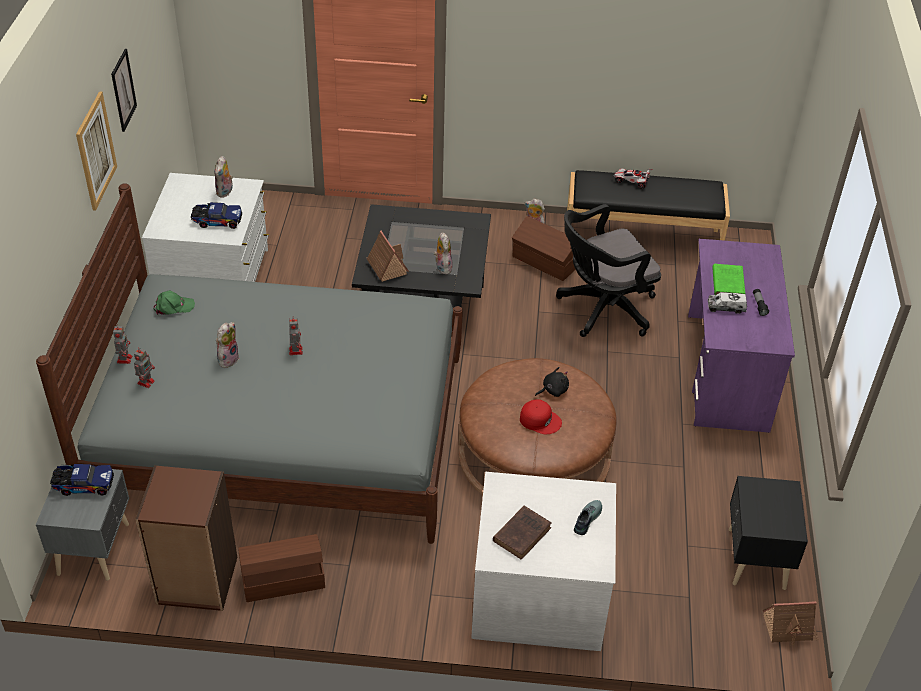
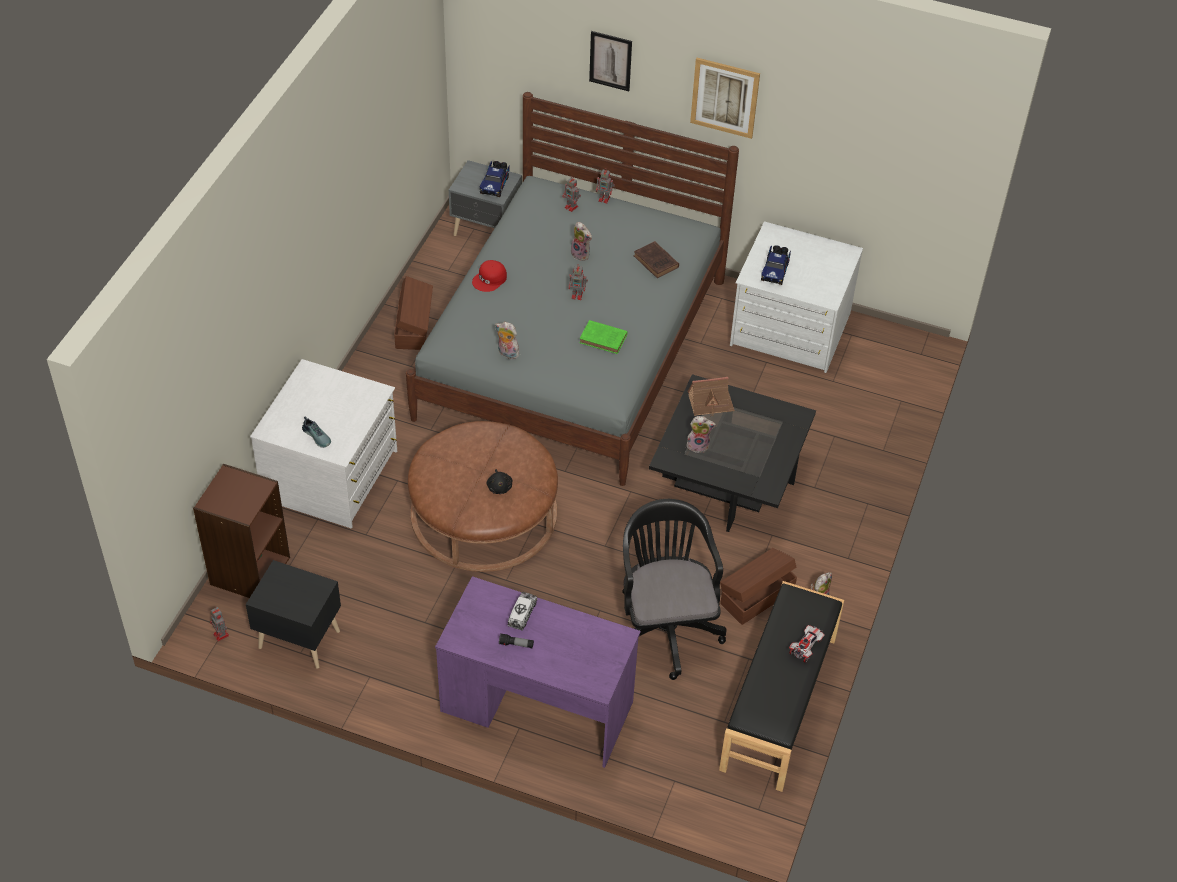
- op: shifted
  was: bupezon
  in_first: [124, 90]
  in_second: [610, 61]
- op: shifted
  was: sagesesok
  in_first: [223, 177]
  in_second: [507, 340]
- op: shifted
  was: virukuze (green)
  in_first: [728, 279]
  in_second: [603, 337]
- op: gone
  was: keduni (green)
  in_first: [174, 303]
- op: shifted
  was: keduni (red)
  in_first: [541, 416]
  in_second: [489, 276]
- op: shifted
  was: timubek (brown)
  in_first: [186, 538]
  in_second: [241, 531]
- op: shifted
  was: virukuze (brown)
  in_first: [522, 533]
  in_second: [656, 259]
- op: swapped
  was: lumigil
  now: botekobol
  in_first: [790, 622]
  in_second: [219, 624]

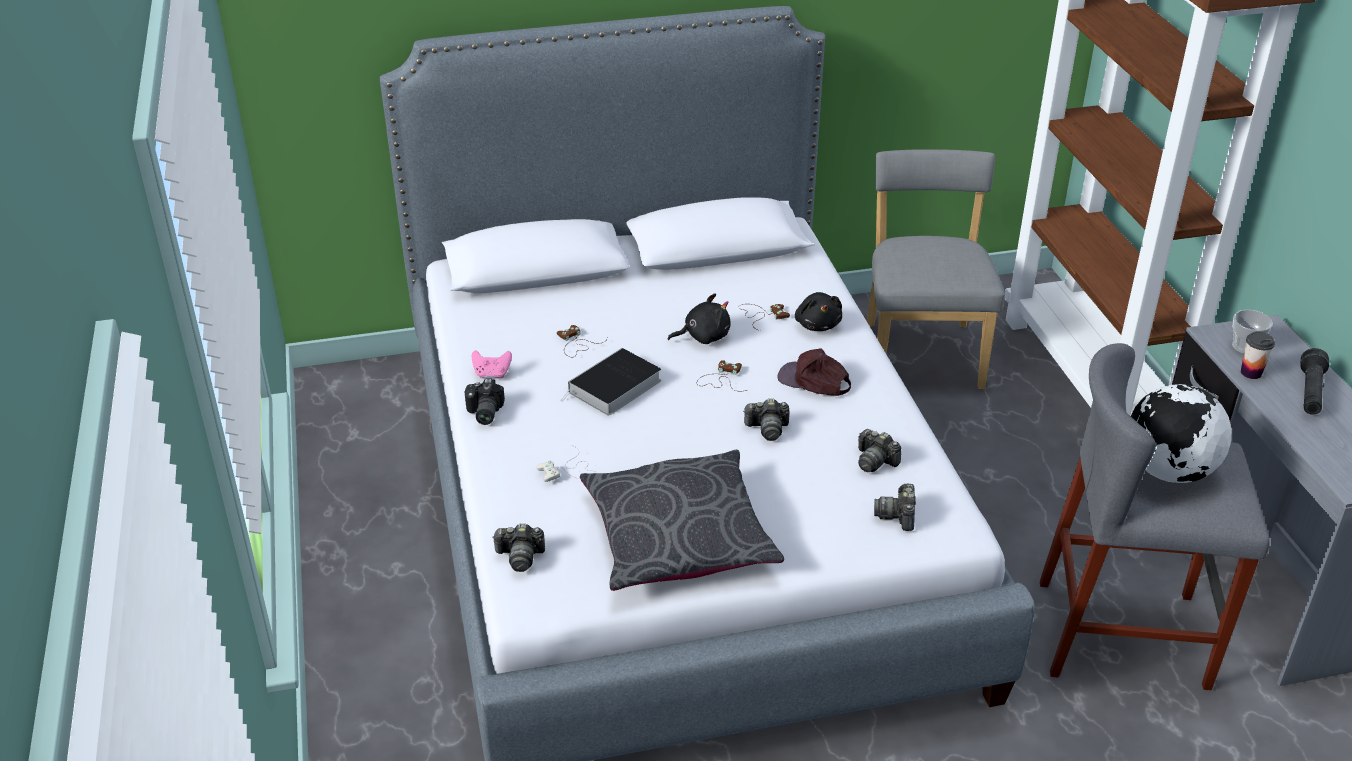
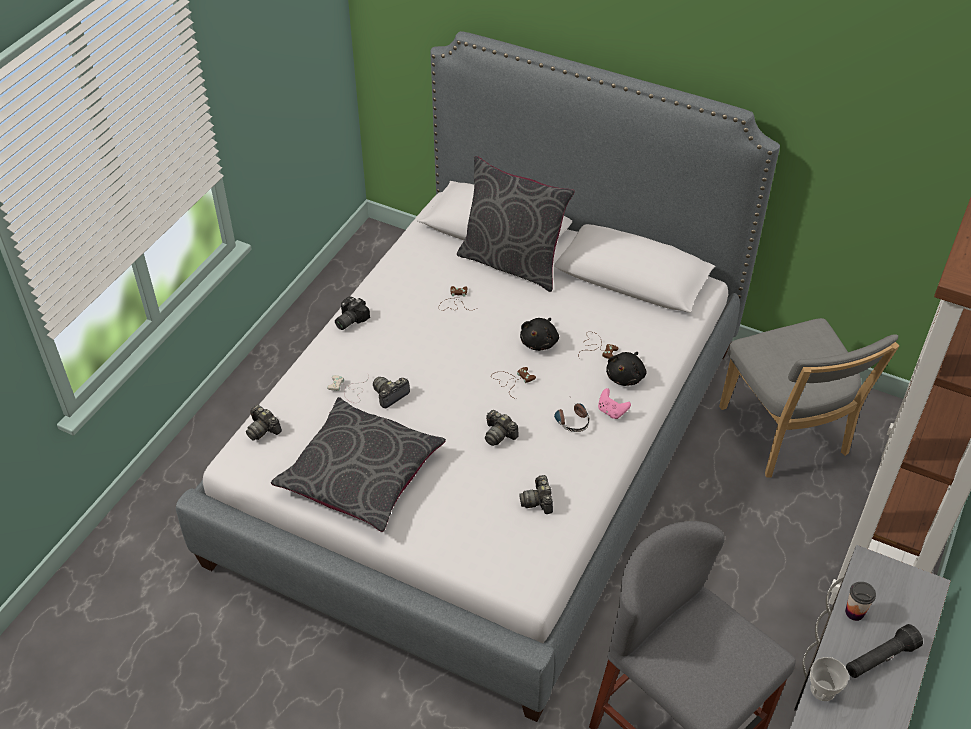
- op: rotated
  was: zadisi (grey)
  in_first: [935, 269]
  in_second: [809, 397]
  clockwise: 120
- op: rotated
  was: sagesesok (black)
  in_first: [699, 318]
  in_second: [539, 334]
  clockwise: 90
- op: shifted
  was: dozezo
  in_first: [1252, 332]
  in_second: [829, 679]
- op: gone
  was: virukuze
  in_first: [611, 382]
- op: swapped
  was: keduni (brown)
  now: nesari
  in_first: [814, 372]
  in_second: [572, 415]
- op: shifted
  was: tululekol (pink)
  in_first: [492, 364]
  in_second: [614, 403]
- op: gone
  was: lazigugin
  in_first: [1181, 433]
- op: shifted
  was: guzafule
  in_first: [895, 507]
  in_second: [391, 392]
- op: new
  now: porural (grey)
  in_second: [516, 224]

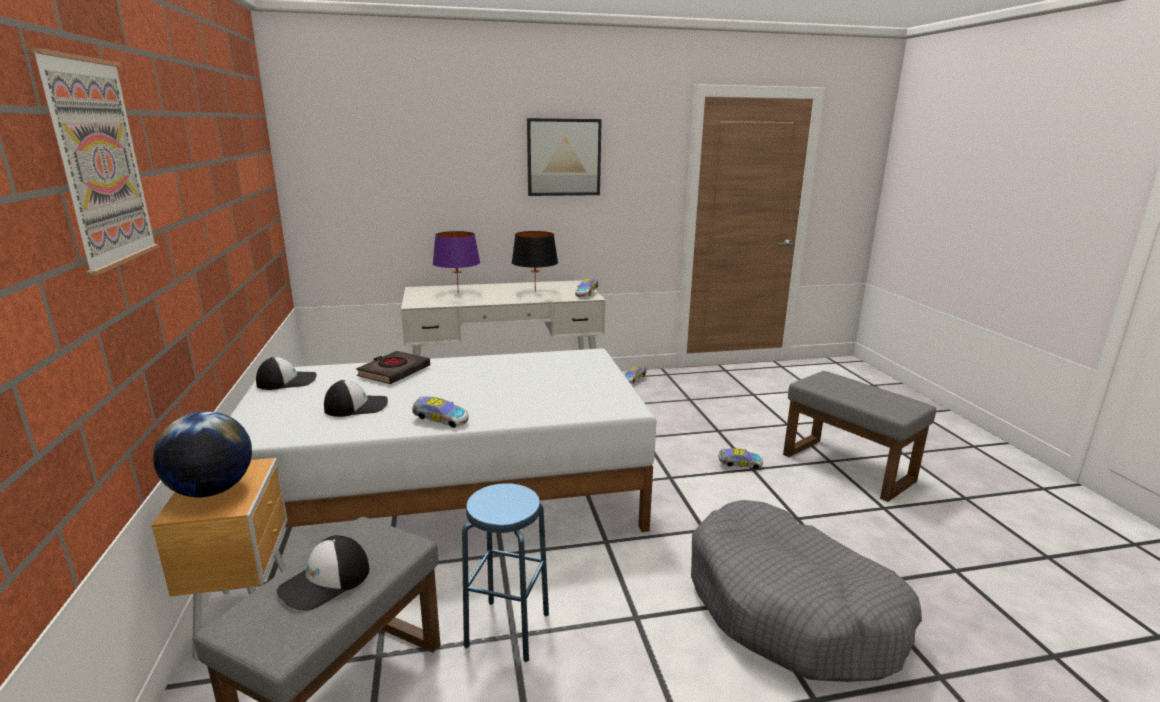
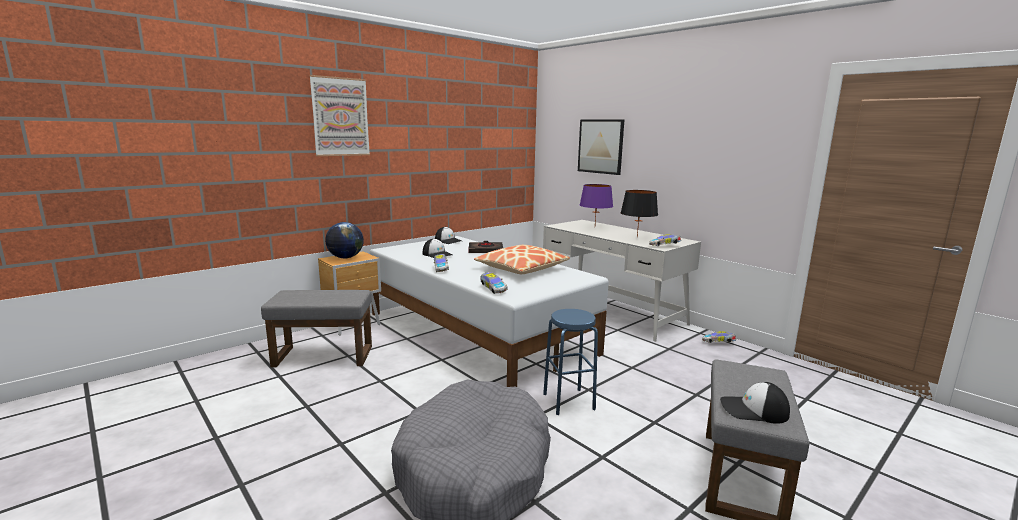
- op: shifted
  was: bupezon
  in_first: [564, 157]
  in_second: [601, 147]
- op: shifted
  was: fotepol
  in_first: [740, 458]
  in_second: [493, 283]
- op: shifted
  was: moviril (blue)
  in_first: [505, 572]
  in_second: [570, 362]
- op: shifted
  was: keduni
  in_first: [323, 572]
  in_second: [755, 403]
- op: new
  now: porural
  in_second: [522, 259]

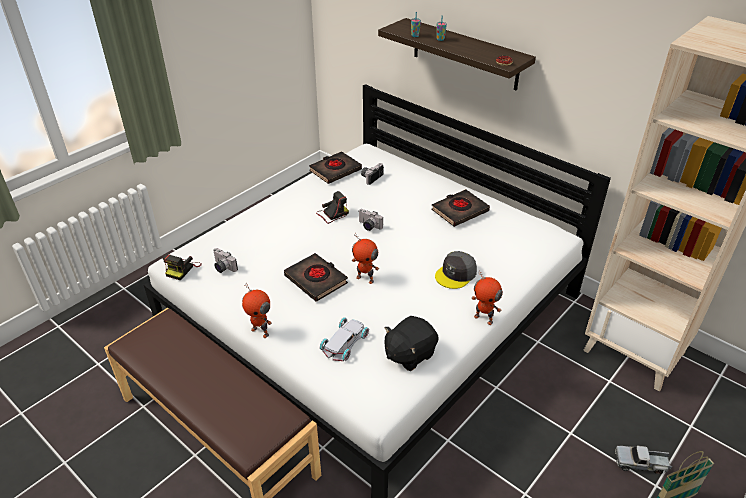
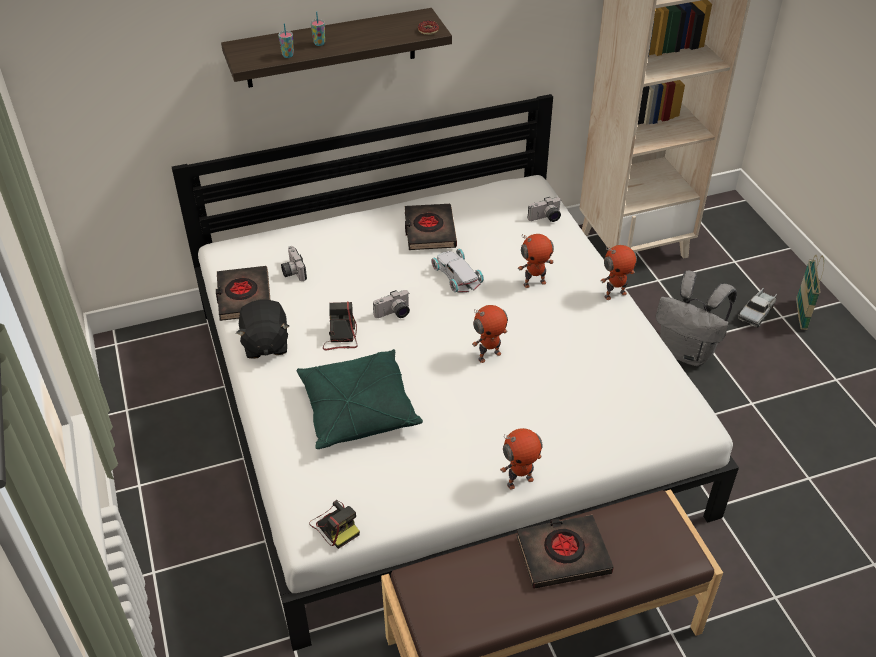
- op: shifted
  was: guzafule
  in_first: [225, 260]
  in_second: [544, 209]
- op: swapped
  was: keduni (grey)
  now: botekobol
  in_first: [456, 270]
  in_second: [536, 261]
- op: shifted
  was: virukuze (black)
  in_first: [316, 277]
  in_second: [565, 551]
- op: shifted
  was: sagesesok (black)
  in_first: [411, 343]
  in_second: [262, 329]
- op: shifted
  was: fotepol (white)
  in_first: [344, 339]
  in_second: [457, 270]
- op: new
  now: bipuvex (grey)
  in_second: [696, 318]
- op: new
  now: porural (green)
  in_second: [360, 399]

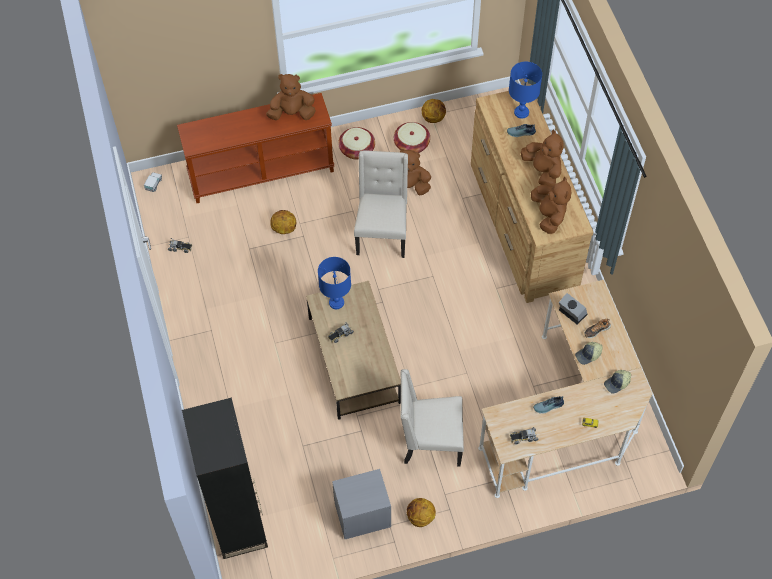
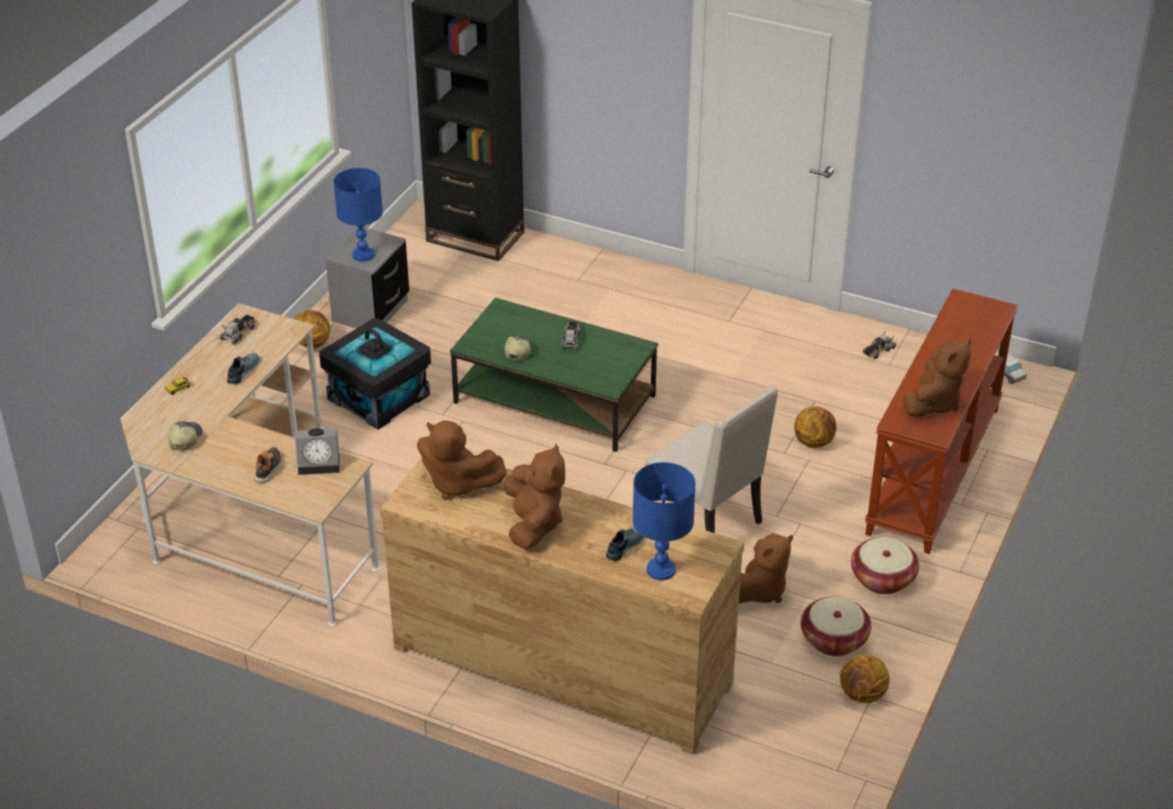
- op: rotated
  was: sagesesok (brown)
  in_first: [542, 158]
  in_second: [534, 496]
  clockwise: -105
- op: shifted
  was: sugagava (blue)
  in_first: [334, 283]
  in_second: [358, 215]
- op: repainted
  was: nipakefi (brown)
  now: nipakefi (green)
  in_first: [353, 350]
  in_second: [554, 375]
- op: shifted
  was: keduni
  in_first: [589, 353]
  in_second: [519, 348]
- op: swapped
  was: zadisi (beige)
  now: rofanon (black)
  in_first: [432, 418]
  in_second: [375, 374]

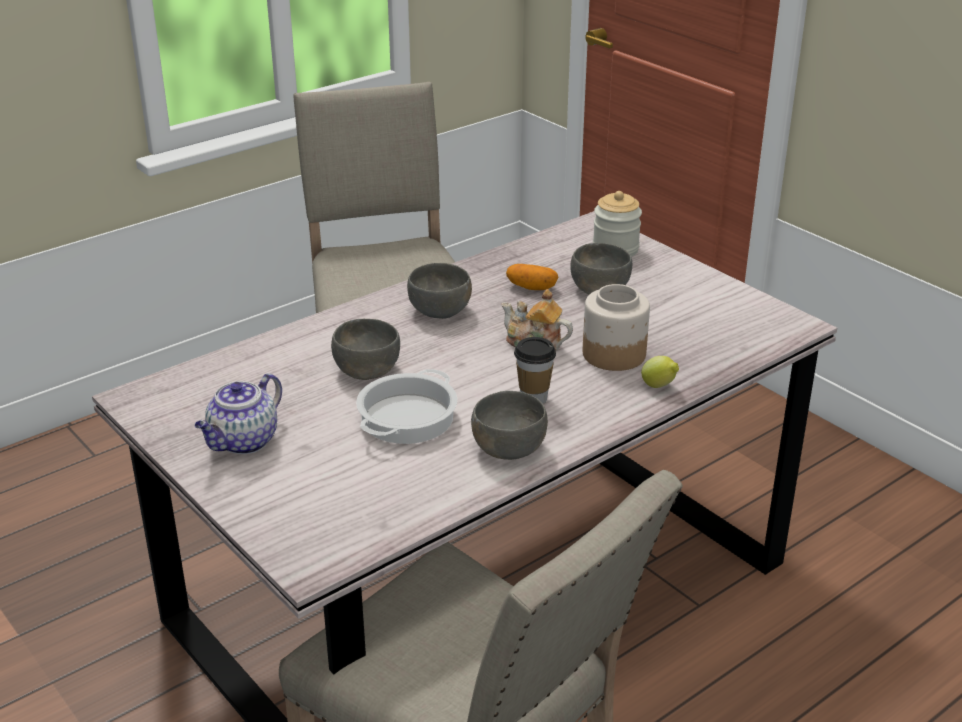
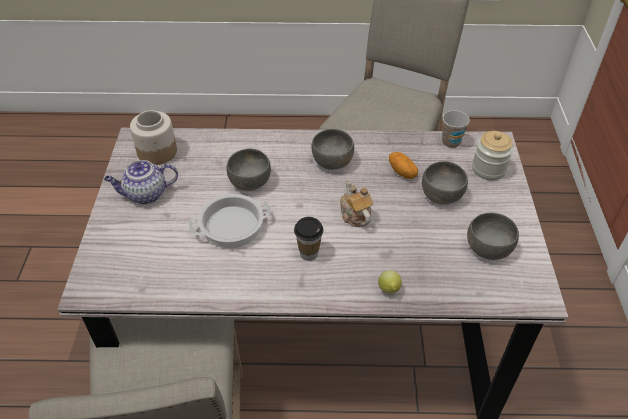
- op: shifted
  was: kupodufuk
  in_first: [616, 327]
  in_second: [153, 137]
- op: shifted
  was: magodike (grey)
  in_first: [509, 425]
  in_second: [493, 236]
- op: new
  now: dozezo
  in_second: [456, 129]

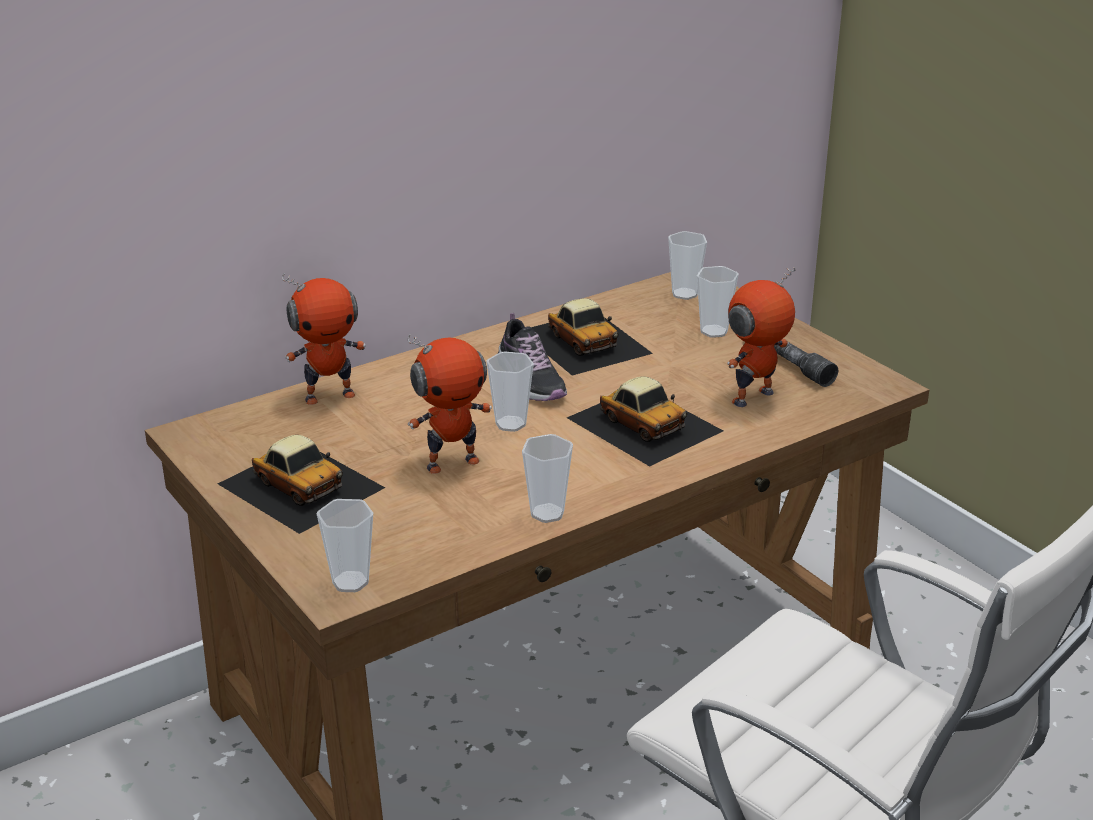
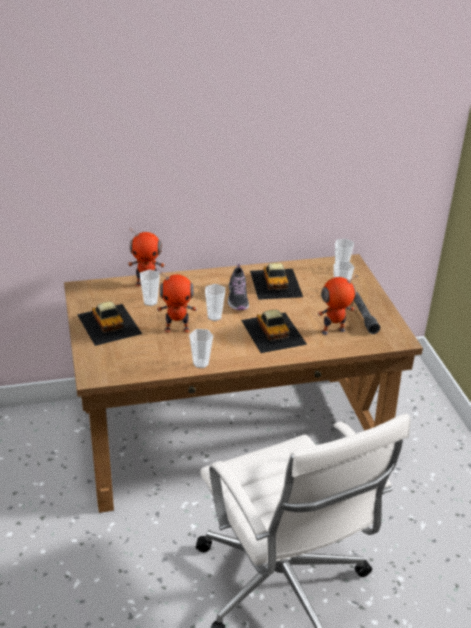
- op: shifted
  was: dozezo
  in_first: [345, 545]
  in_second: [150, 288]

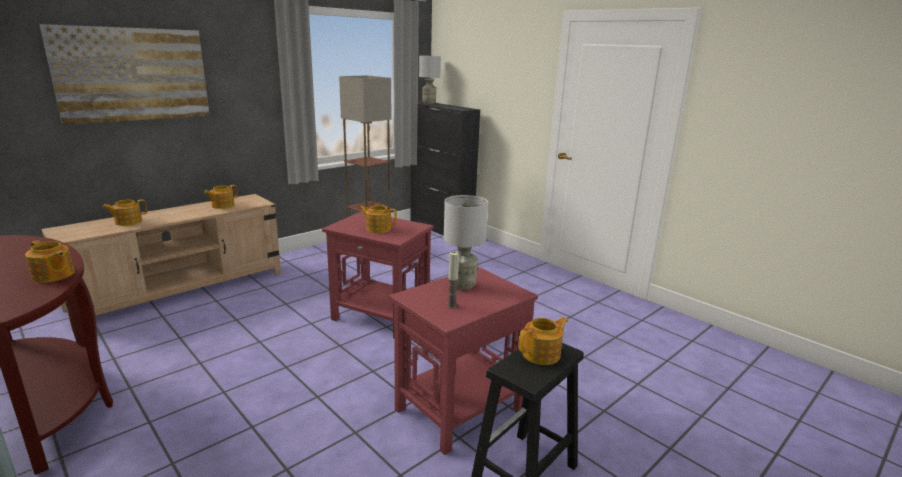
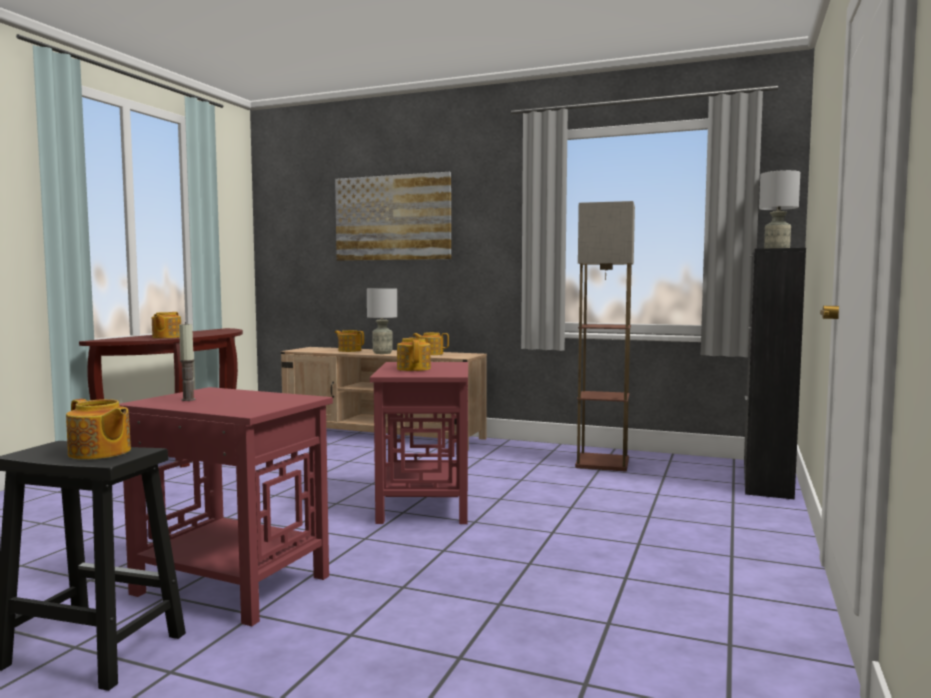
- op: shifted
  was: sugagava (grey)
  in_first: [466, 242]
  in_second: [382, 321]

